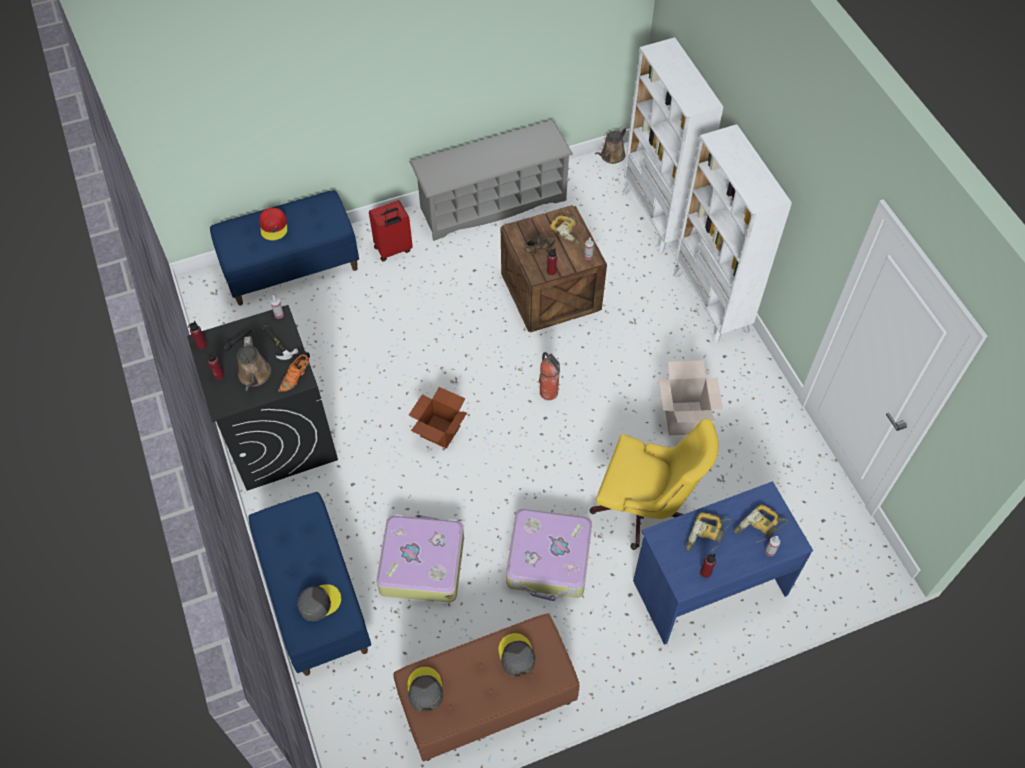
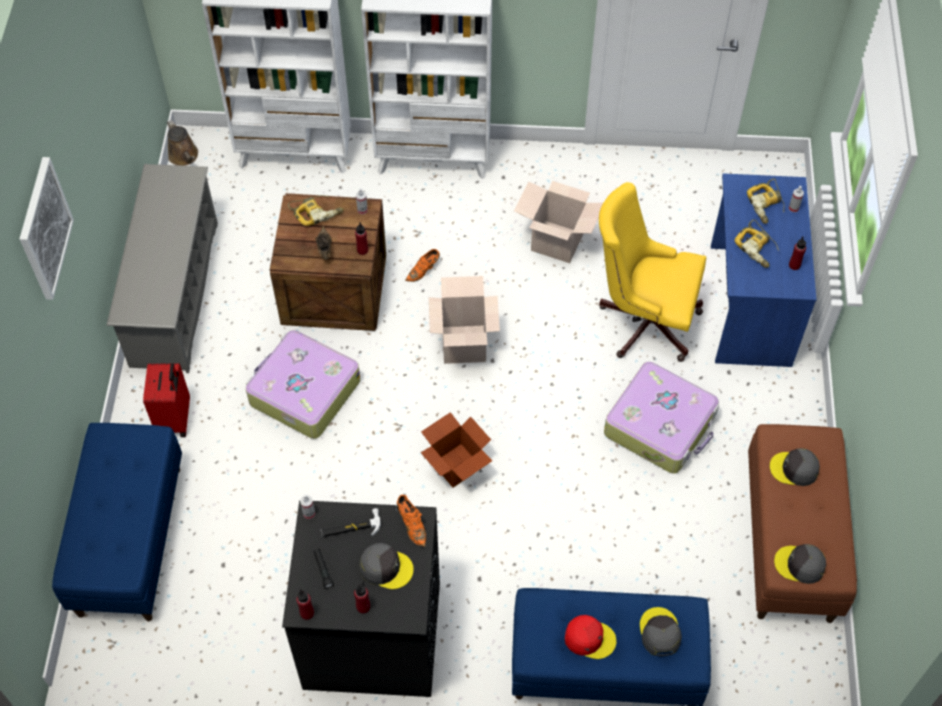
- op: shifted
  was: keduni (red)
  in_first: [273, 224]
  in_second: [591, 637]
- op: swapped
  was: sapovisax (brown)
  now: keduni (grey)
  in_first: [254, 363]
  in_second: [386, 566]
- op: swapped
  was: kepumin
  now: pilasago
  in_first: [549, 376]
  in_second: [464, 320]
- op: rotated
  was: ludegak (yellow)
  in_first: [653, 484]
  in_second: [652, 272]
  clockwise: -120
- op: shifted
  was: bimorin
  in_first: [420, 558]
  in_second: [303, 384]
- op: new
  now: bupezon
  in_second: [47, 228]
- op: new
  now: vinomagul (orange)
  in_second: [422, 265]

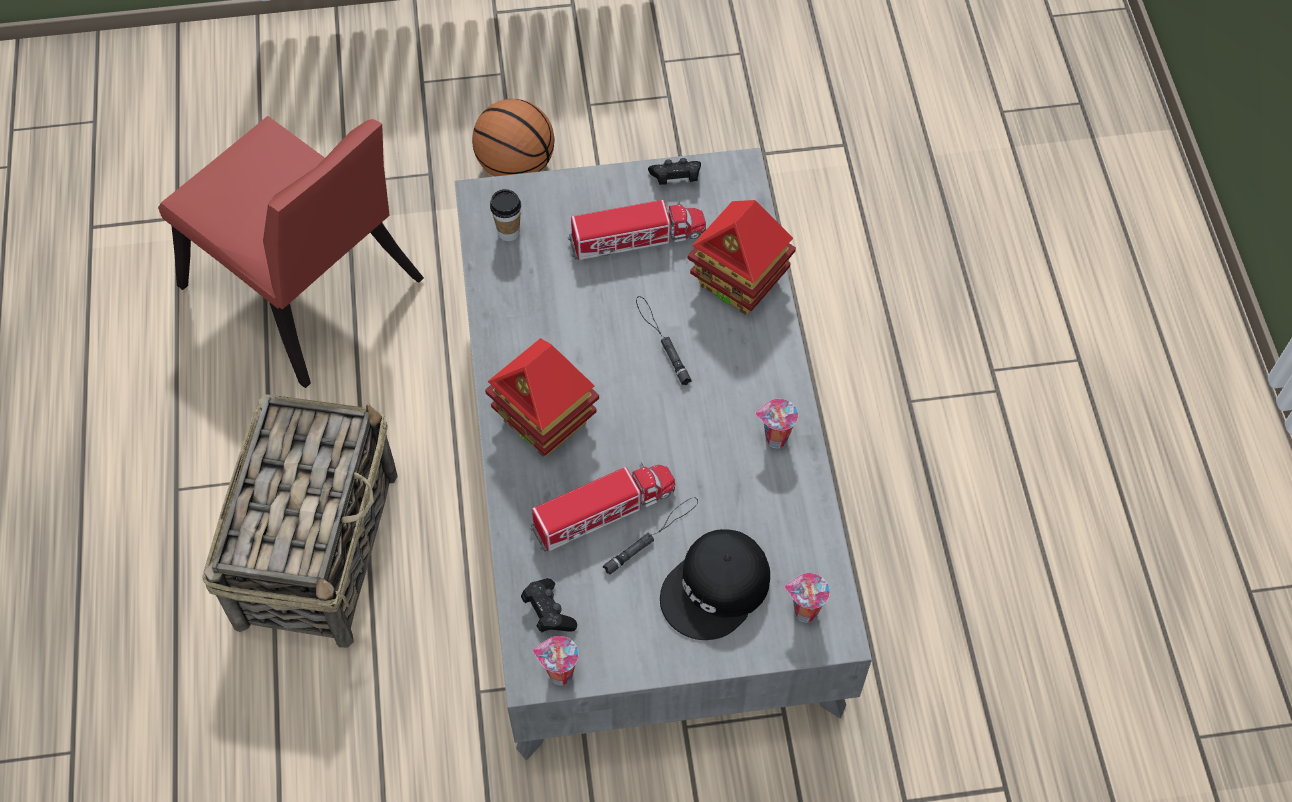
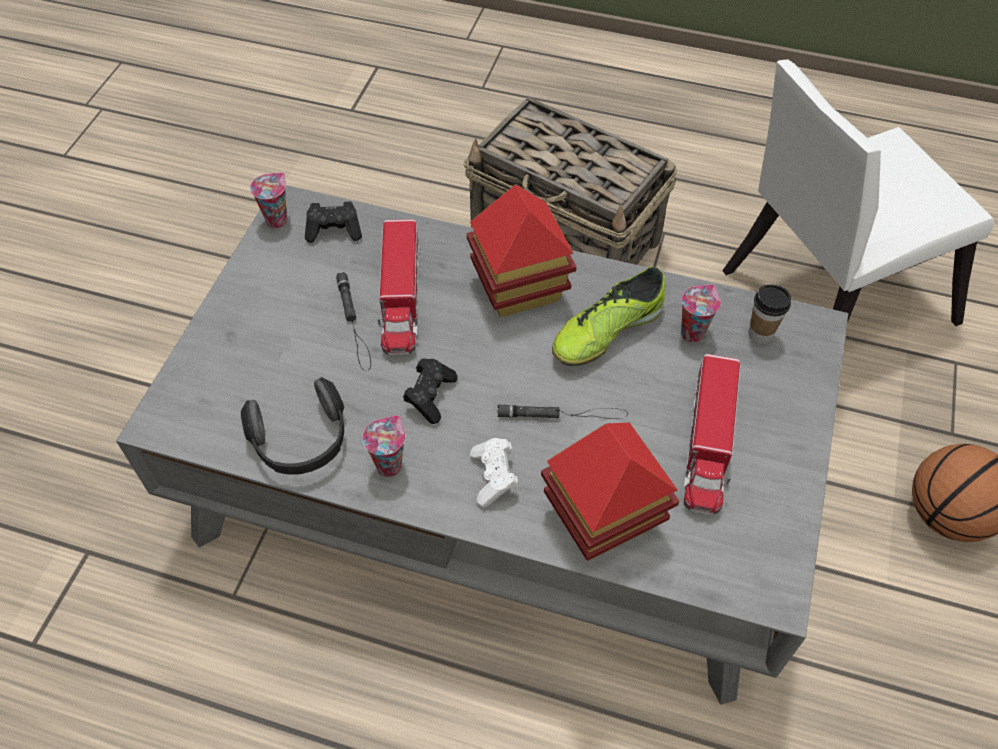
- op: repainted
  was: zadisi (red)
  now: zadisi (white)
  in_first: [291, 252]
  in_second: [858, 192]
- op: shifted
  was: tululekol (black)
  in_first: [674, 171]
  in_second: [430, 391]
- op: gone
  was: keduni (black)
  in_first: [715, 584]
- op: shifted
  was: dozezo
  in_first: [807, 598]
  in_second: [701, 313]
- op: new
  now: vinomagul
  in_second: [608, 316]
- op: new
  now: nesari
  in_second: [292, 426]
- op: new
  now: tululekol (white)
  in_second: [494, 472]

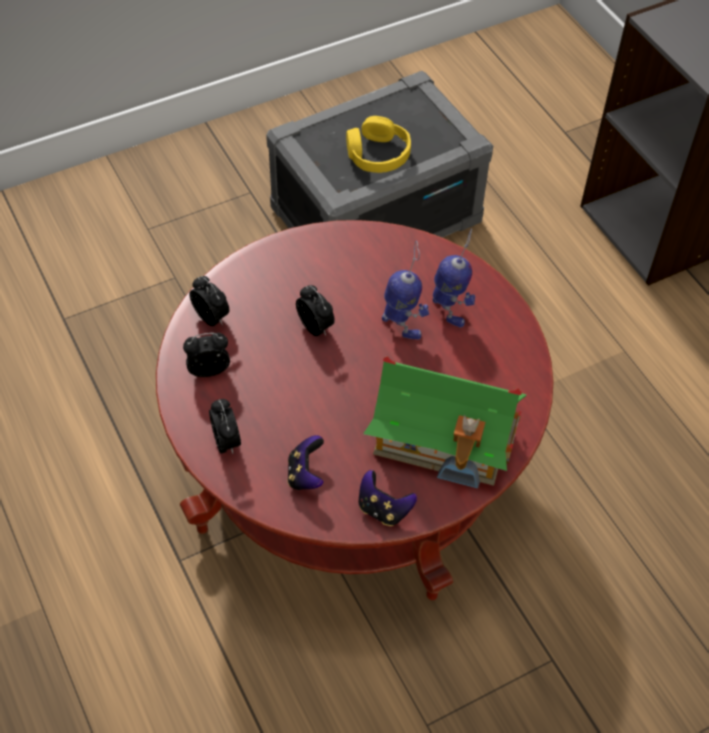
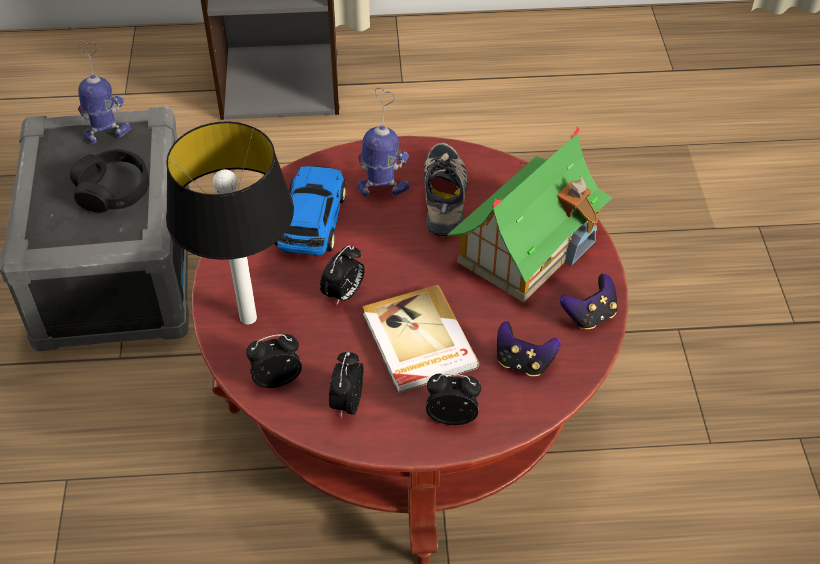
- op: repainted
  was: nesari (yellow)
  now: nesari (black)
  in_first: [378, 144]
  in_second: [109, 181]
- op: shifted
  was: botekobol
  in_first: [405, 290]
  in_second: [104, 92]
- op: rotated
  was: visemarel
  in_first: [315, 310]
  in_second: [342, 276]
  clockwise: 135
- op: new
  now: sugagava
  in_second: [230, 223]
- op: new
  now: vinomagul
  in_second: [445, 189]
- op: new
  now: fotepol
  in_second: [310, 211]
- op: new
  now: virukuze
  in_second: [420, 339]

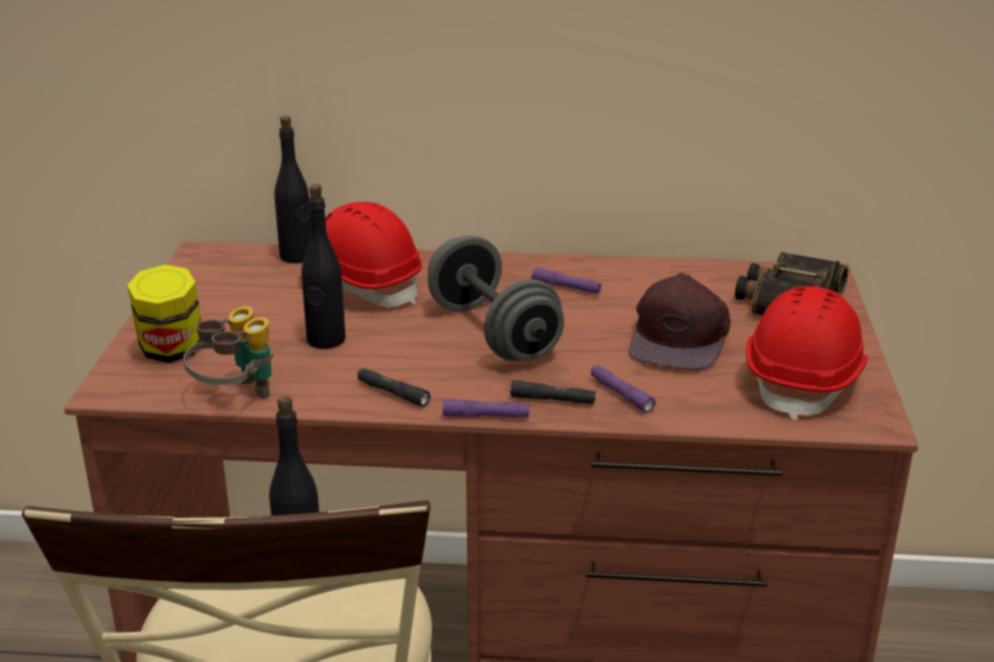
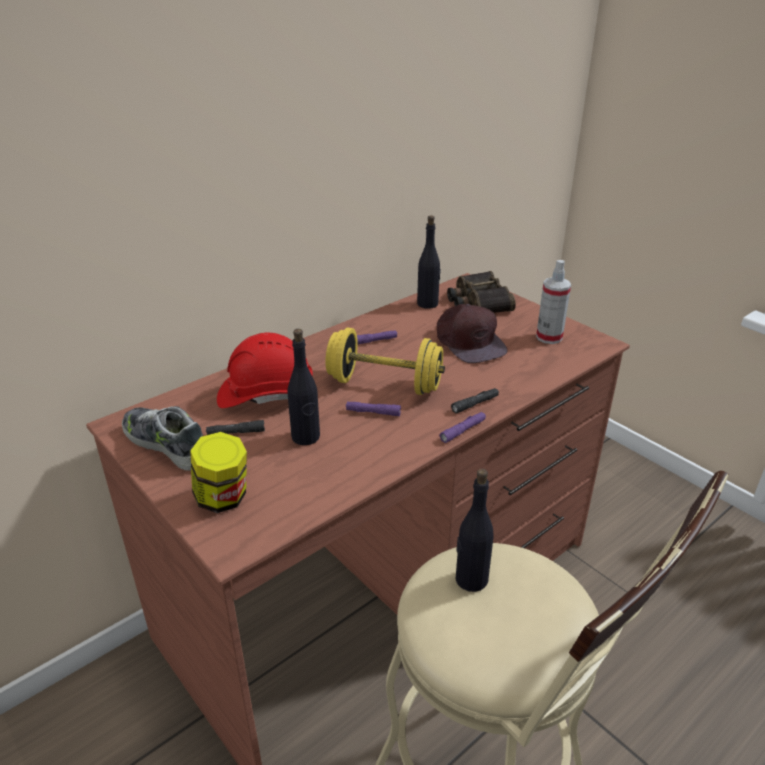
- op: shifted
  was: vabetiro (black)
  in_first: [292, 189]
  in_second: [429, 262]
- op: repainted
  was: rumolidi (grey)
  now: rumolidi (yellow)
  in_first: [496, 298]
  in_second: [385, 361]
- op: swapped
  was: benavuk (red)
  now: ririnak
  in_first: [807, 353]
  in_second: [553, 302]
- op: gone
  was: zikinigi
  in_first: [228, 352]
- op: shifted
  was: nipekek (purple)
  in_first: [623, 389]
  in_second: [373, 409]
- op: shifted
  was: nipekek (black)
  in_first: [393, 387]
  in_second: [235, 427]
- op: new
  now: vinomagul
  in_second: [162, 438]

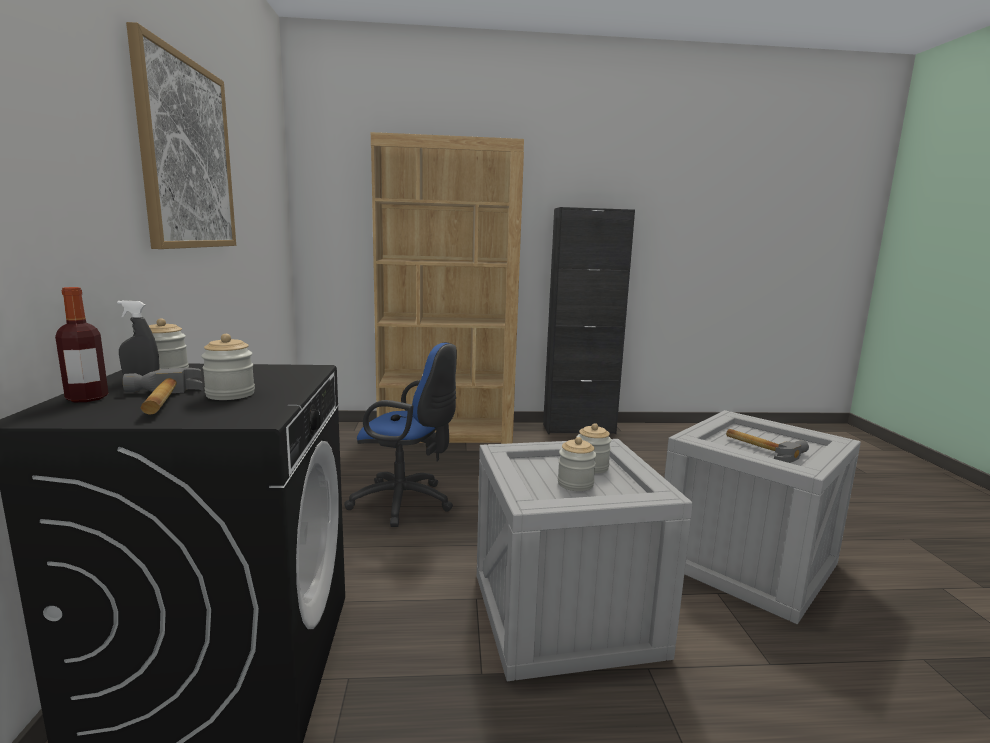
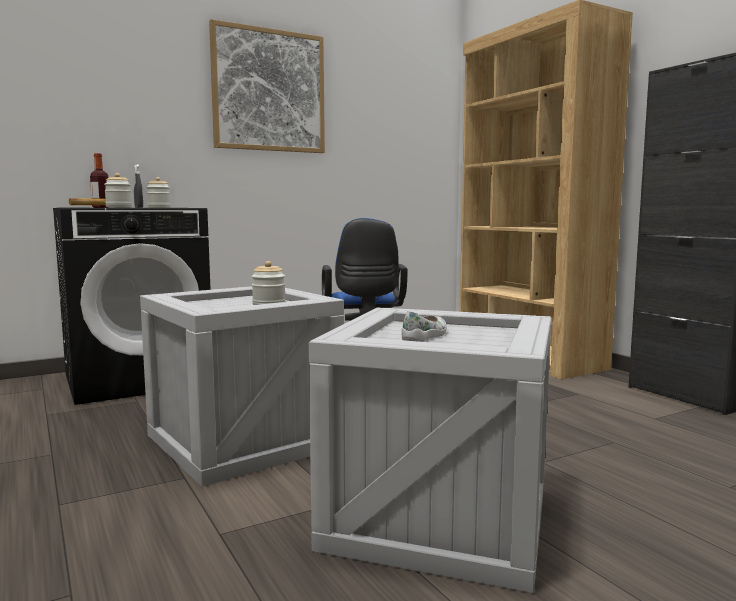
- op: swapped
  was: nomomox
  now: vinomagul (white)
  in_first: [767, 446]
  in_second: [424, 326]
- op: gone
  was: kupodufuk
  in_first: [577, 464]

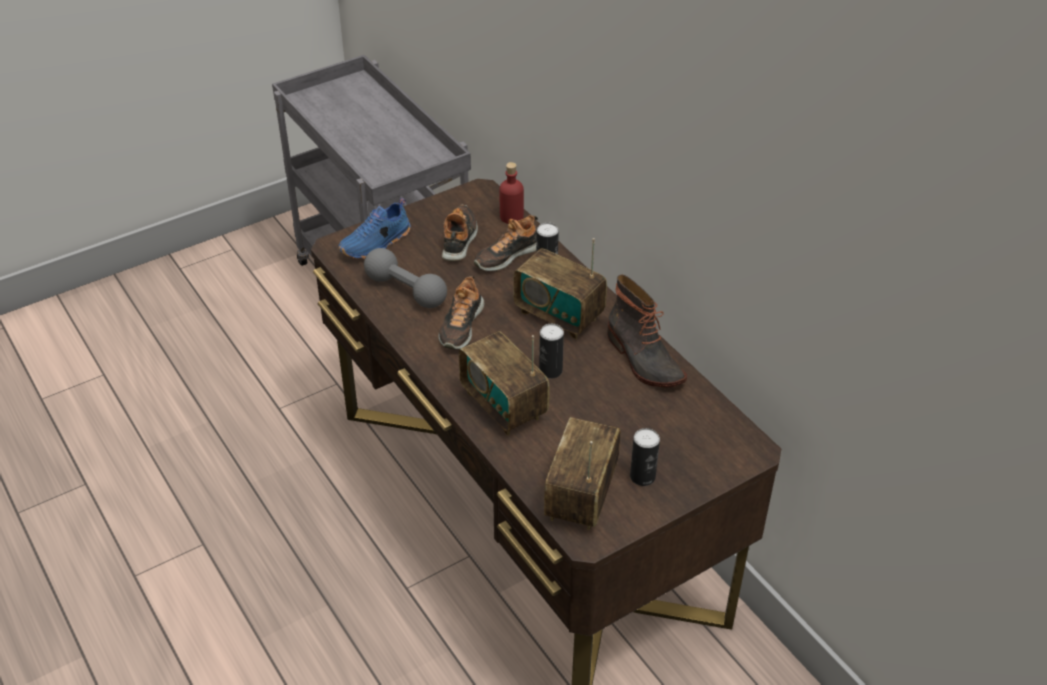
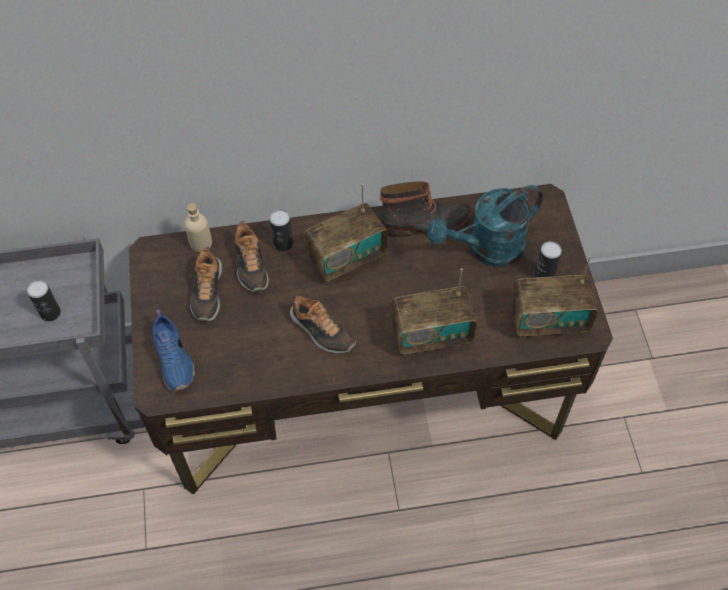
- op: repainted
  was: vabetiro (red)
  now: vabetiro (beige)
  in_first: [511, 193]
  in_second: [198, 227]
- op: rotated
  was: vinomagul
  in_first: [460, 233]
  in_second: [206, 284]
  clockwise: -120
- op: gone
  was: rumolidi (grey)
  in_first: [405, 278]
- op: shifted
  was: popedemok
  in_first: [551, 351]
  in_second: [44, 300]
- op: rotated
  was: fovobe
  in_first: [582, 473]
  in_second: [554, 297]
  clockwise: -45
- op: new
  now: sapovisax (turquoise)
  in_second: [485, 226]

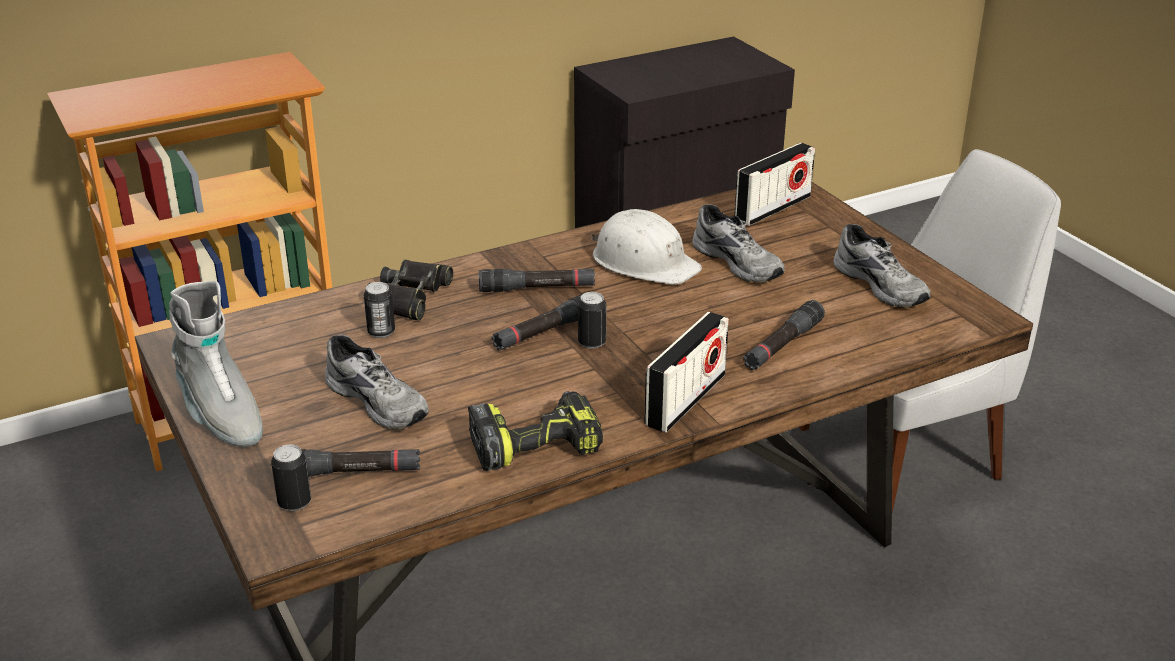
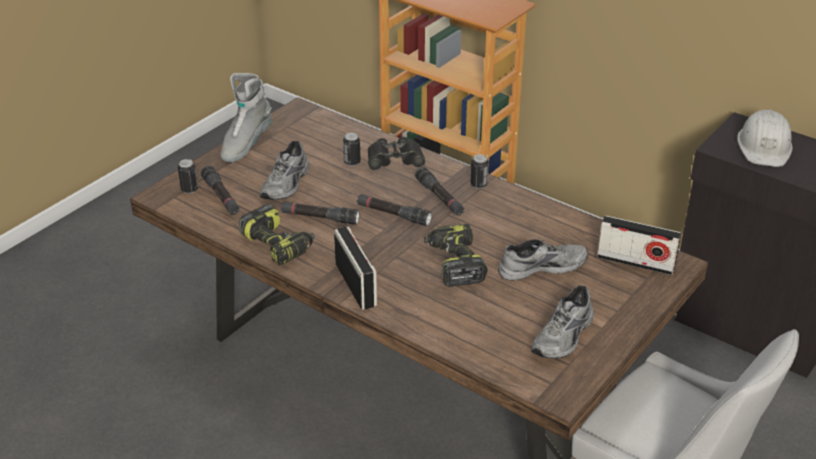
- op: rotated
  was: vinomagul (grey)
  in_first: [738, 243]
  in_second: [543, 259]
  clockwise: -135
- op: shifted
  was: benavuk (white)
  in_first: [646, 247]
  in_second: [765, 138]
- op: shifted
  was: popedemok
  in_first: [592, 320]
  in_second: [480, 171]
- op: shifted
  was: nipekek (black)
  in_first: [784, 335]
  in_second: [320, 213]
- op: rotated
  was: fovobe
  in_first: [686, 372]
  in_second: [355, 268]
  clockwise: -120
- op: new
  now: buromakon
  in_second: [455, 255]

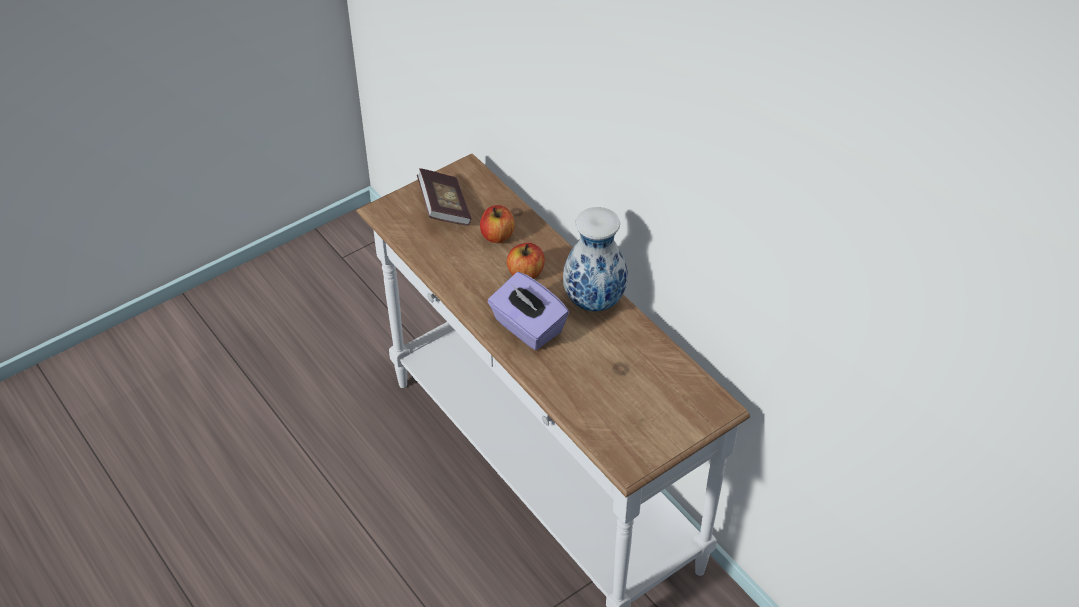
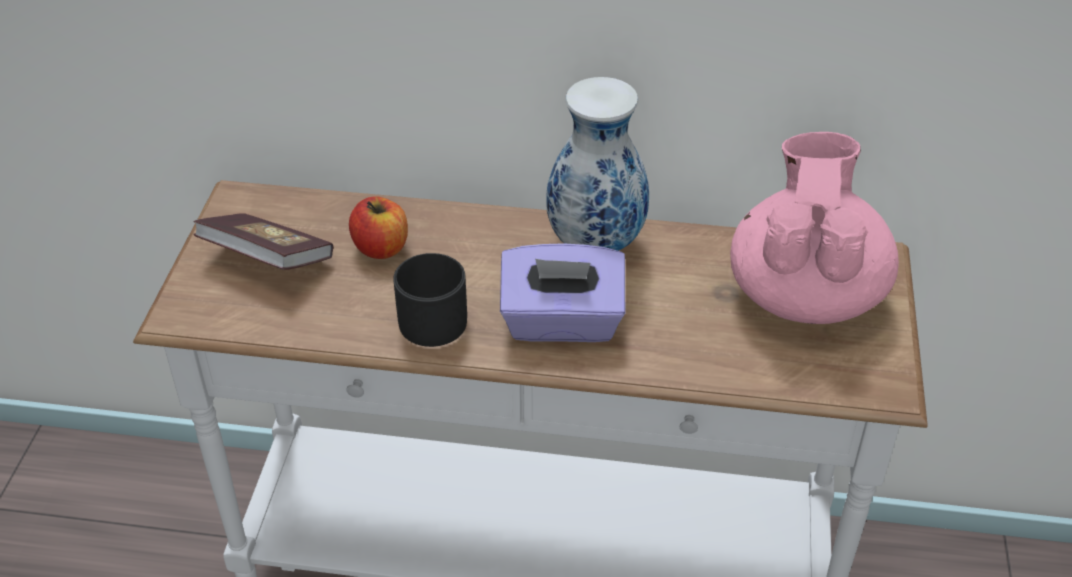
- op: gone
  was: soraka
  in_first: [526, 261]
- op: new
  now: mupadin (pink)
  in_second: [814, 228]
- op: new
  now: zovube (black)
  in_second: [430, 300]

